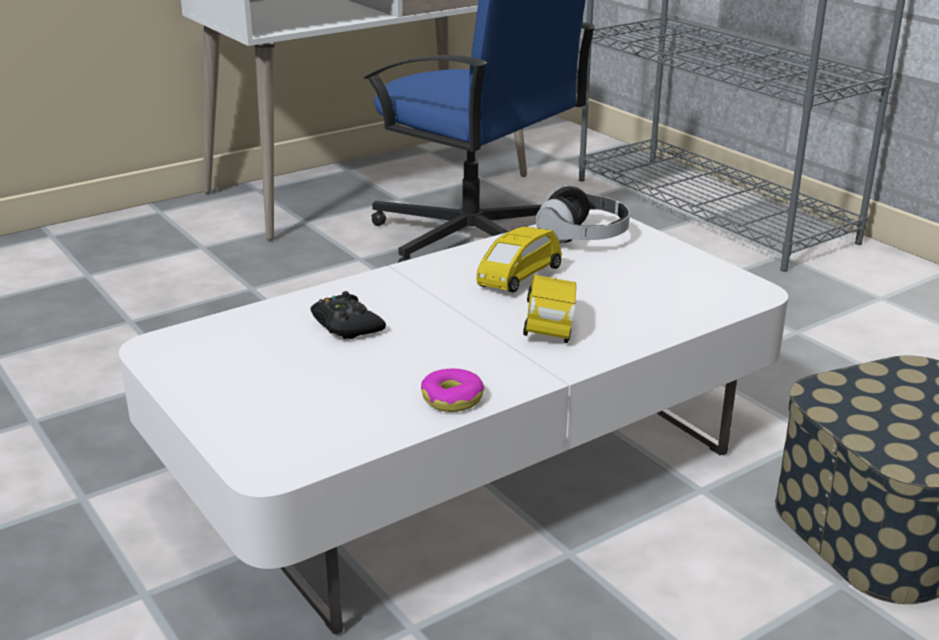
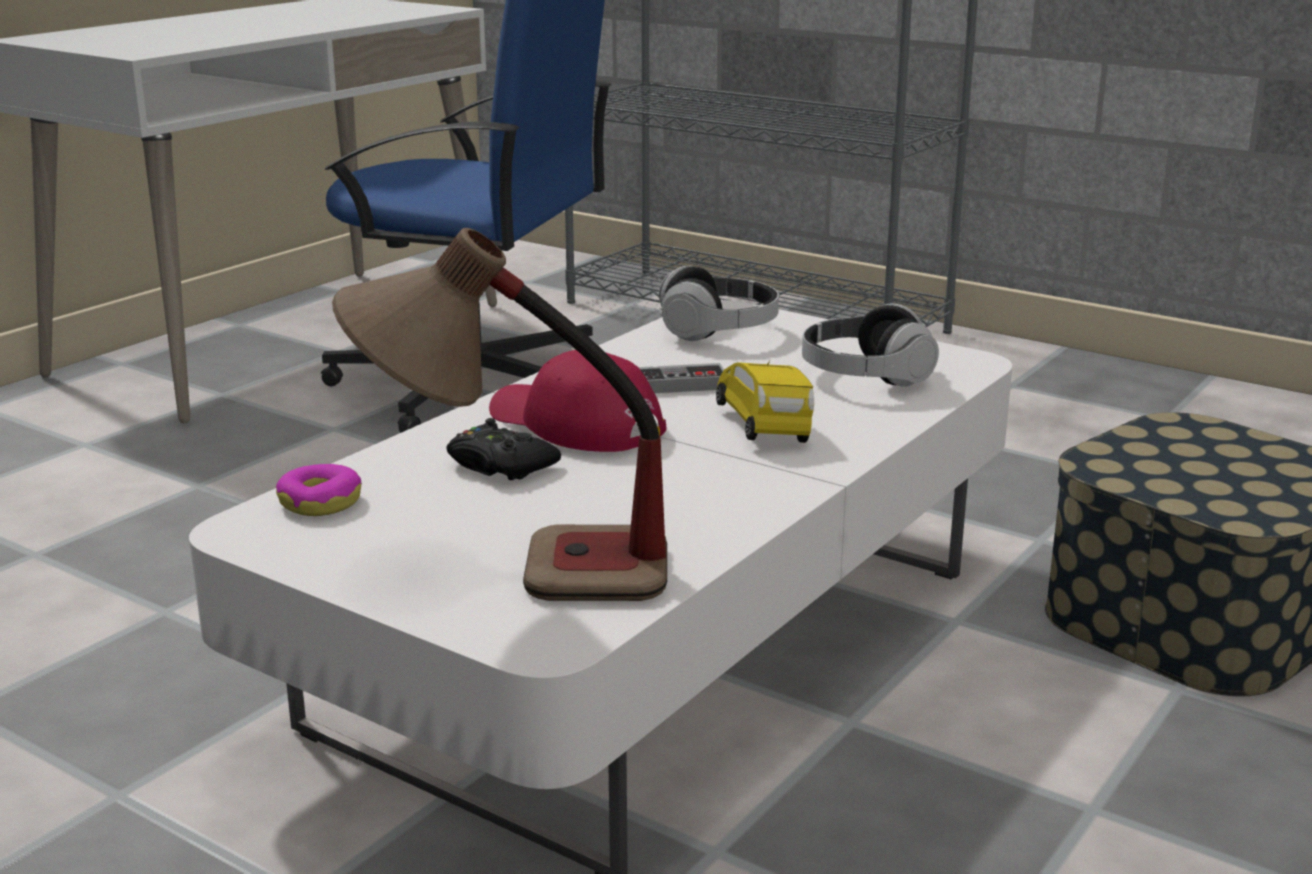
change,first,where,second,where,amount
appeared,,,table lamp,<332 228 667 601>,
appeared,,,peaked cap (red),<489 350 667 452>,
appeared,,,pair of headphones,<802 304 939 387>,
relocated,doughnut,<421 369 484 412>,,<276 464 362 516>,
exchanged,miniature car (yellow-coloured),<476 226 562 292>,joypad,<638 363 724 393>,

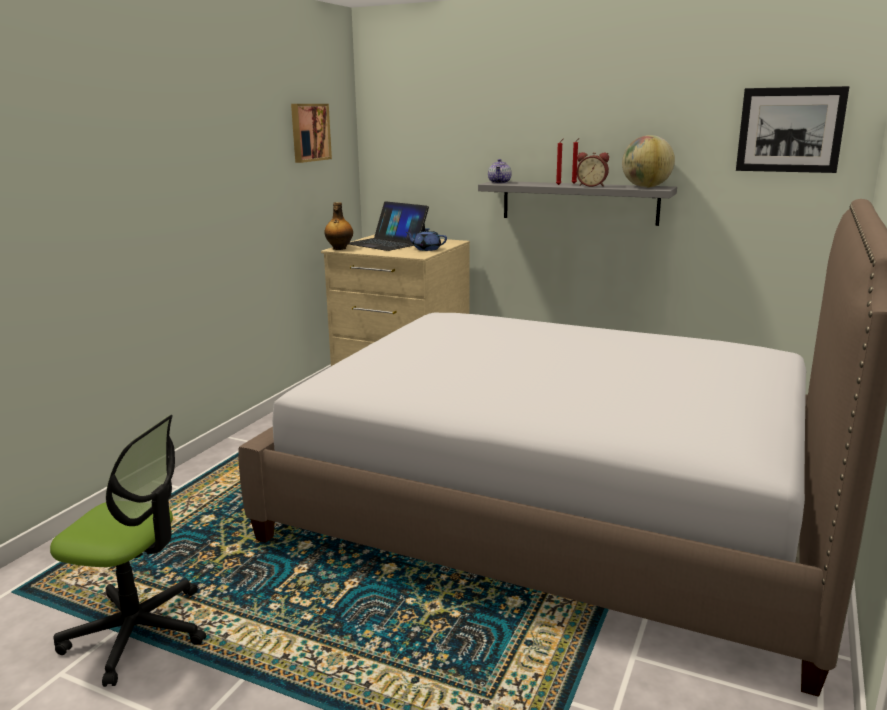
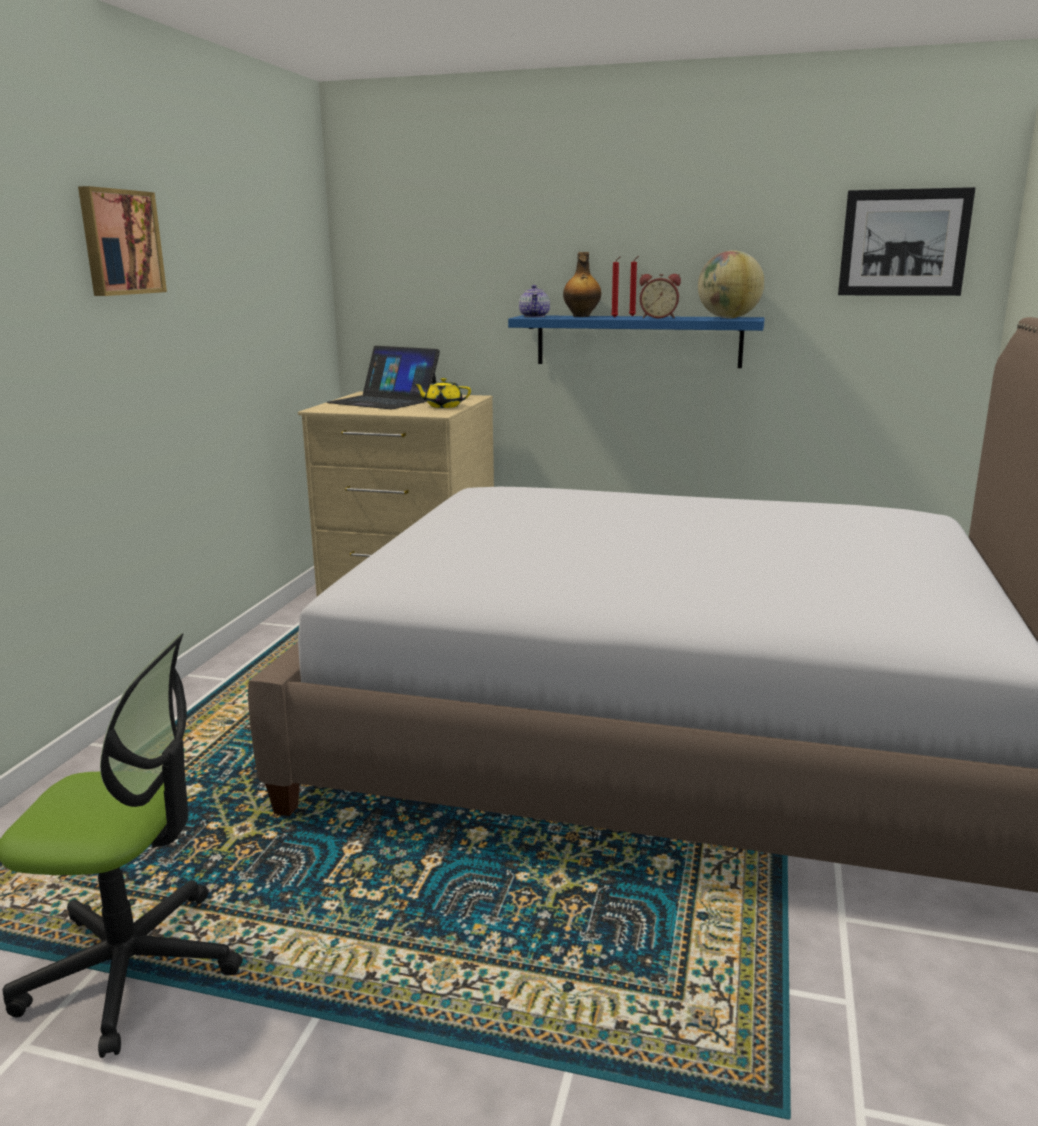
change,first,where,second,where,amount
relocated,picture,<291 104 332 163>,,<78 186 167 296>,
relocated,drink bottle,<324 202 353 250>,,<563 252 601 317>,
colour,teapot (blue-coloured),<406 228 447 251>,teapot (yellow-coloured),<414 378 471 408>,
colour,bracket shelf (greyish),<478 181 677 226>,bracket shelf (blue-coloured),<508 315 765 368>,

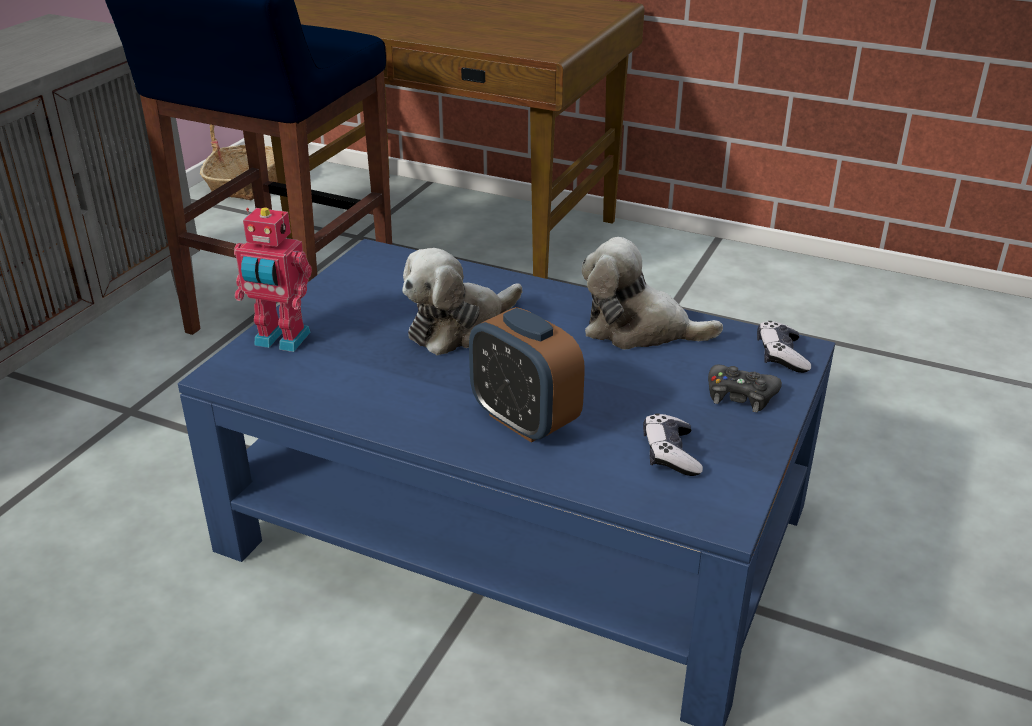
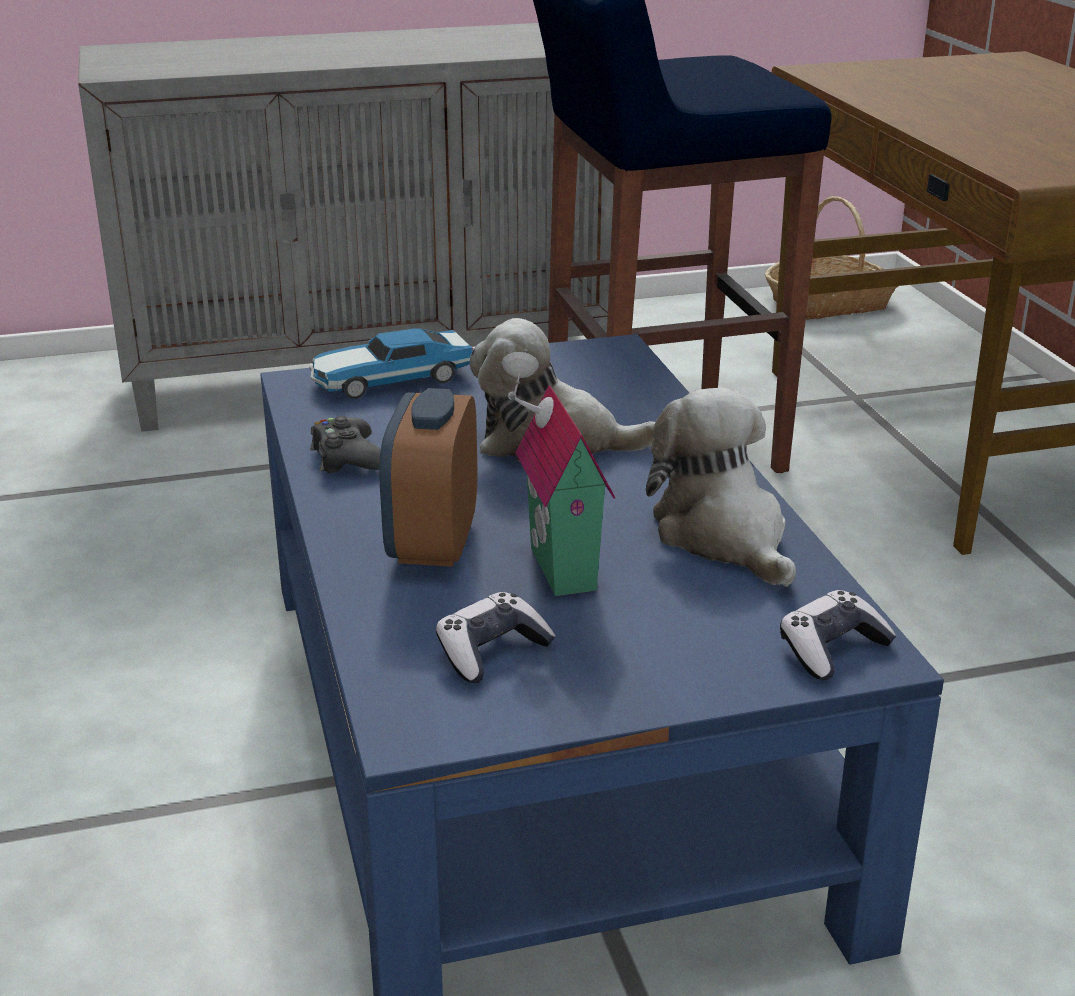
change,first,where,second,where,amount
appeared,,,model house,<502 349 615 596>,
relocated,joypad (blackish),<708 365 782 412>,,<310 416 381 473>,
exchanged,robot figure,<234 207 312 352>,miniature car,<309 328 474 399>,

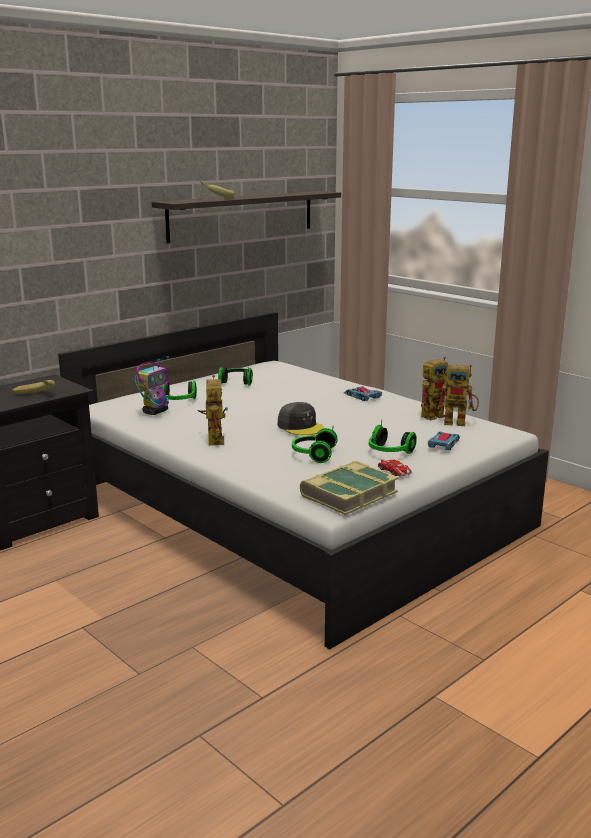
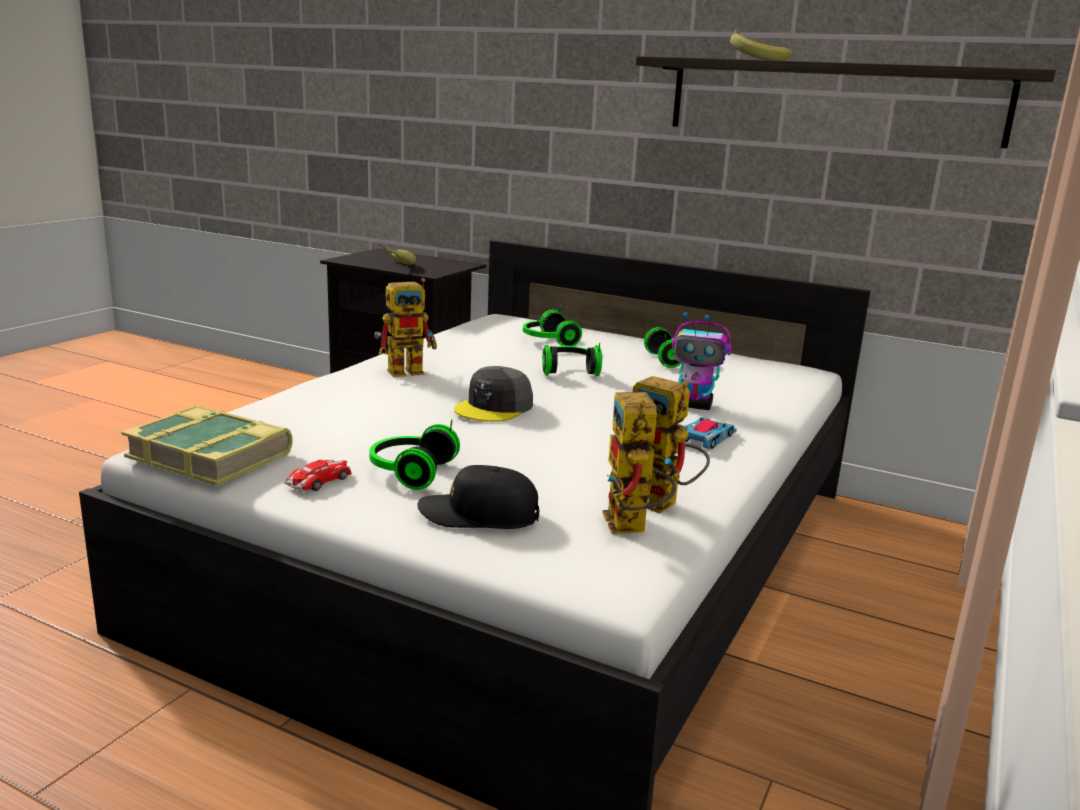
change,first,where,second,where,amount
relocated,robot figure,<135 356 169 415>,,<672 312 732 410>,
relocated,pair of headphones,<292 425 338 463>,,<542 342 602 376>,
exchanged,miniature car,<428 431 460 450>,peaked cap (blackish),<417 465 539 529>,

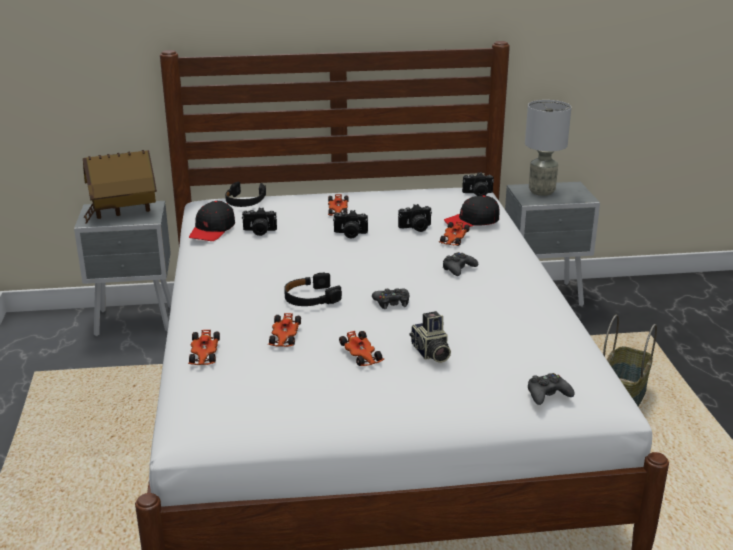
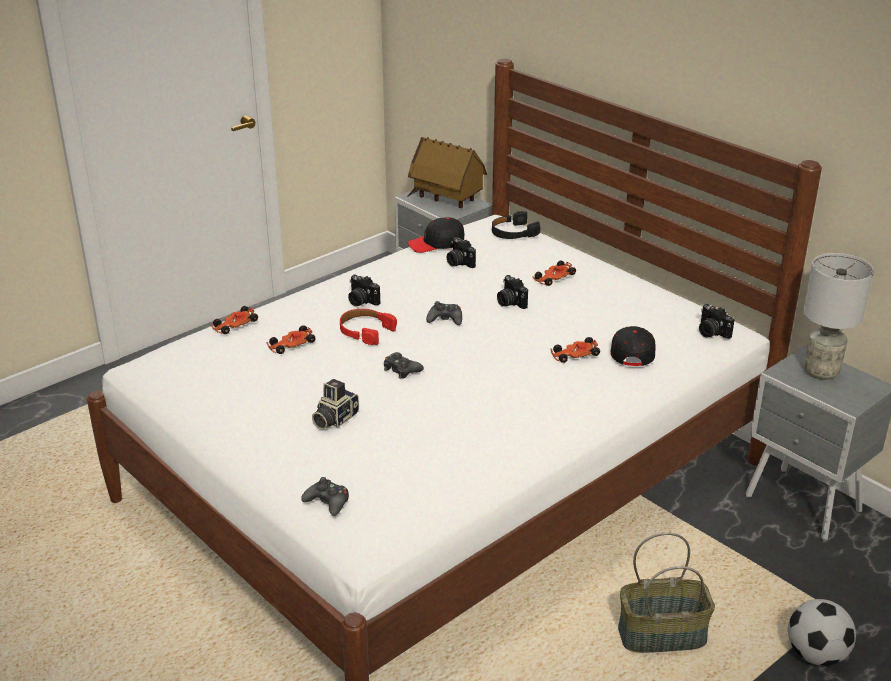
change,first,where,second,where,amount
missing,miniature car,<339 331 384 366>,,,
appeared,,,ball for football,<788 599 856 666>,
relocated,photo camera,<398 204 432 232>,,<348 274 380 306>,
relocated,joypad (blackish),<443 252 478 276>,,<426 301 462 325>,
colour,pair of headphones (blackish),<284 273 342 306>,pair of headphones (red),<340 309 397 345>,
spun,peaked cap (blackish),<444 195 500 228>,,<611 326 656 366>,60 degrees clockwise

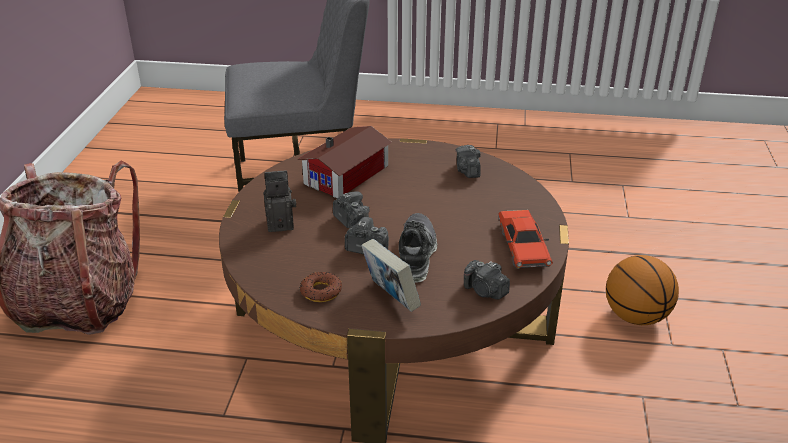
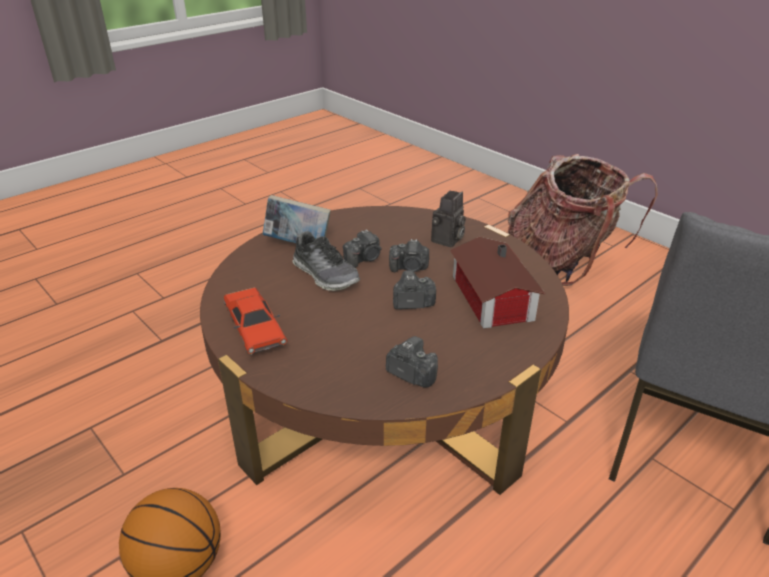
change,first,where,second,where,amount
missing,doughnut,<300 272 342 302>,,,
relocated,photo camera,<464 260 510 299>,,<393 270 436 309>,
spun,miniature car (red),<498 210 553 269>,,<223 287 287 355>,150 degrees counterclockwise

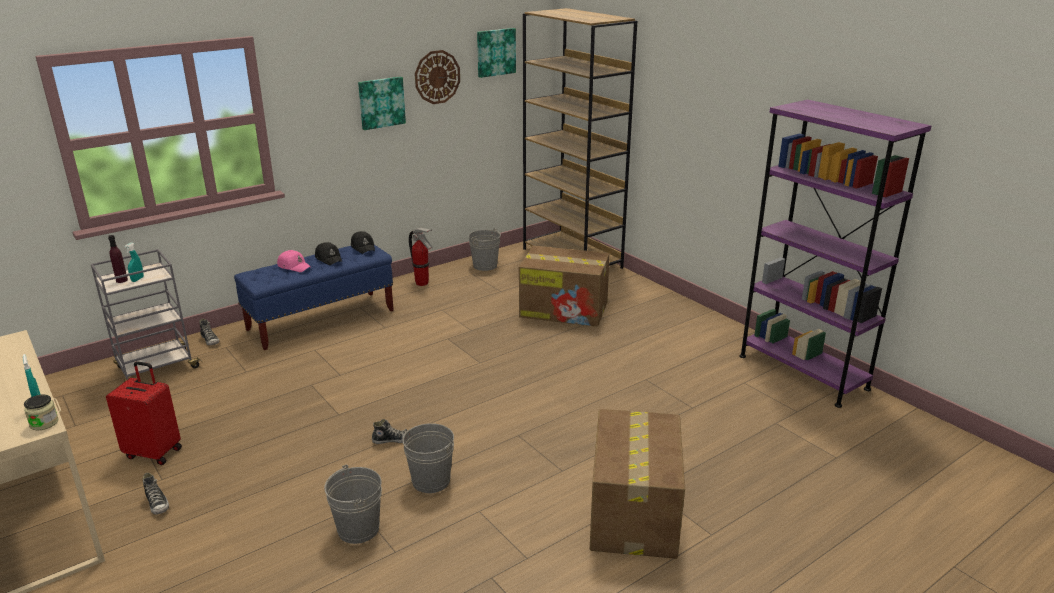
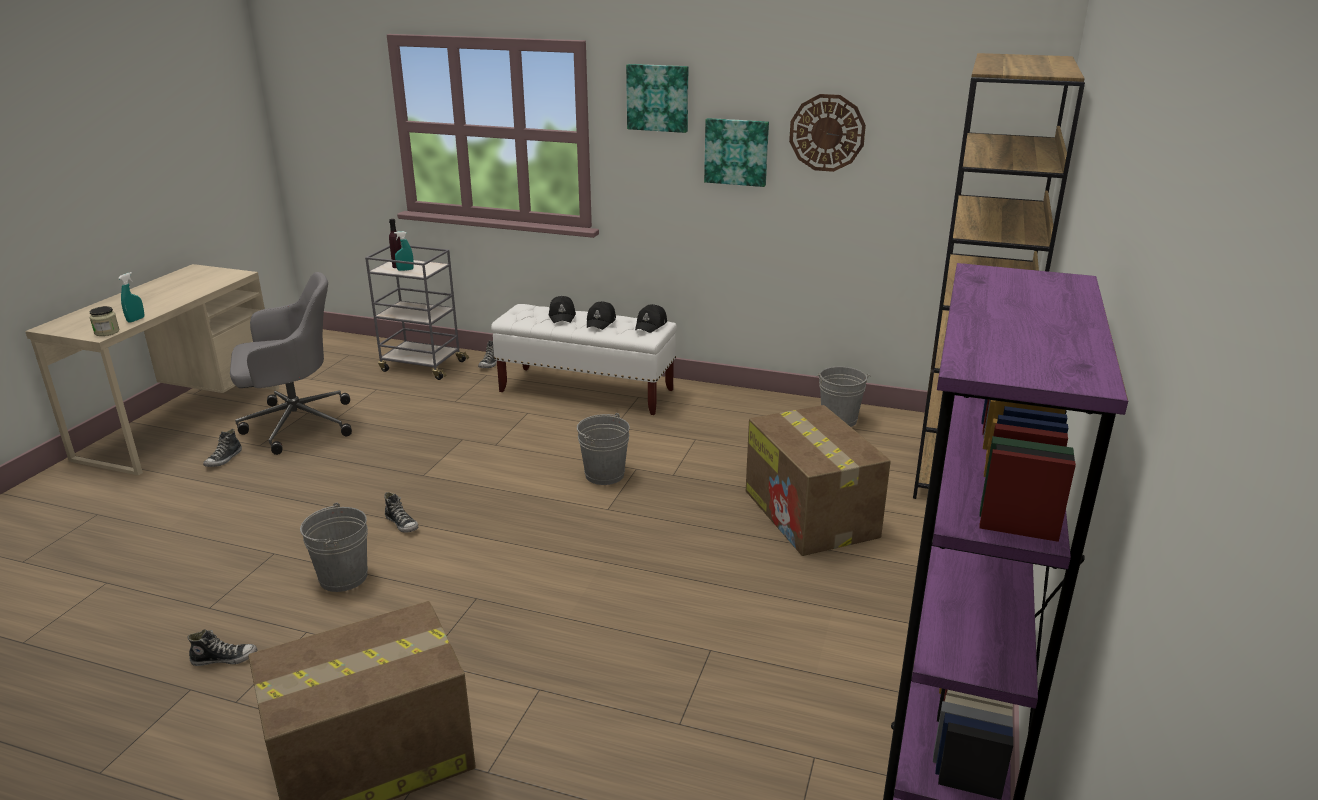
change,first,where,second,where,amount
missing,fire extinguisher,<409 228 432 286>,,,
appeared,,,low shoe,<187 629 258 666>,
relocated,bucket (greyish),<324 465 382 544>,,<577 413 630 485>,
relocated,picture,<477 28 516 78>,,<626 64 688 133>,
exchanged,suitcase (red),<106 361 182 465>,office chair (greyish),<230 272 352 455>,
colour,bench (blue-coloured),<234 245 394 350>,bench (white-coloured),<491 304 677 415>,
colour,peaked cap (pinkish),<277 250 311 272>,peaked cap (blackish),<549 296 576 323>,

